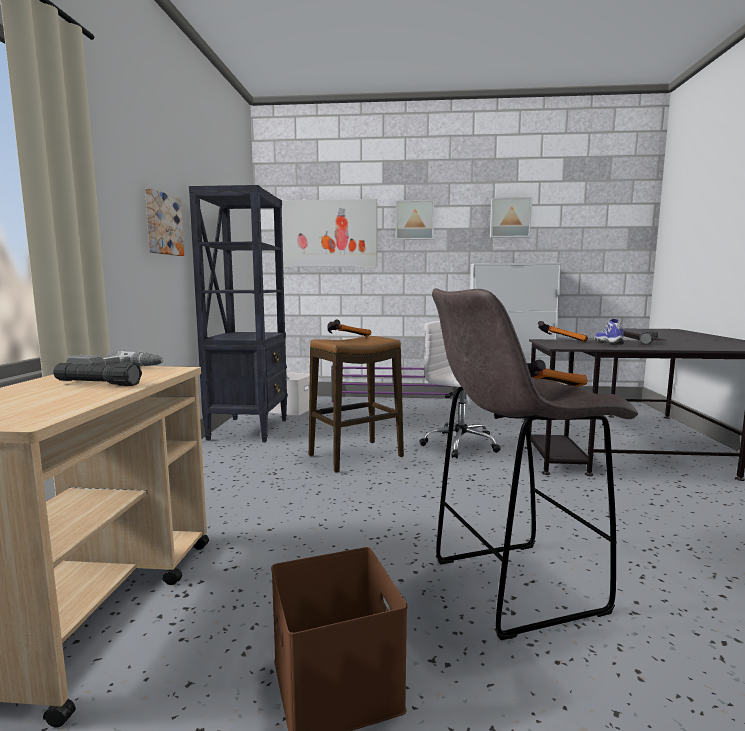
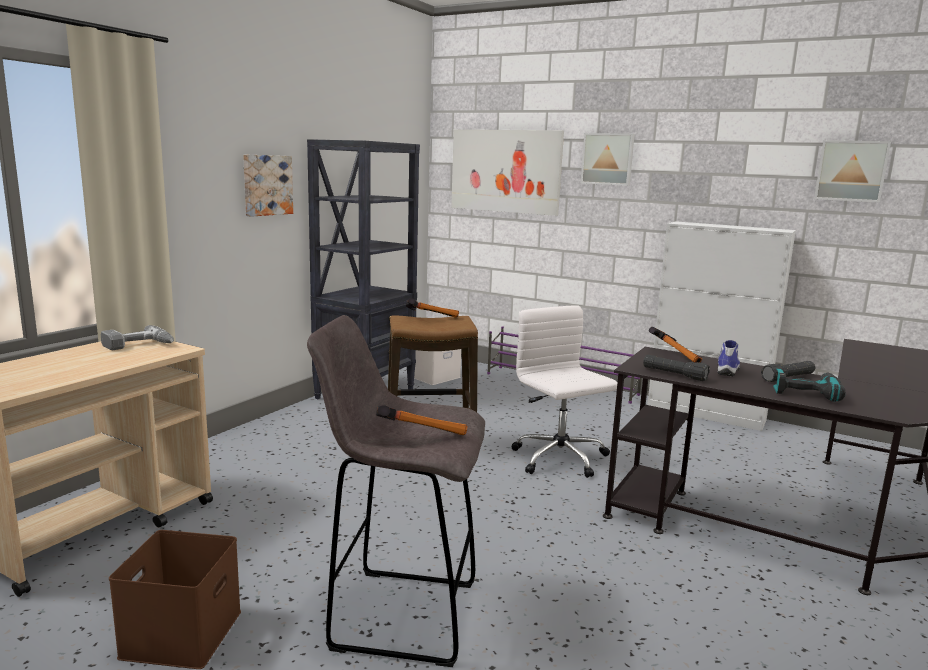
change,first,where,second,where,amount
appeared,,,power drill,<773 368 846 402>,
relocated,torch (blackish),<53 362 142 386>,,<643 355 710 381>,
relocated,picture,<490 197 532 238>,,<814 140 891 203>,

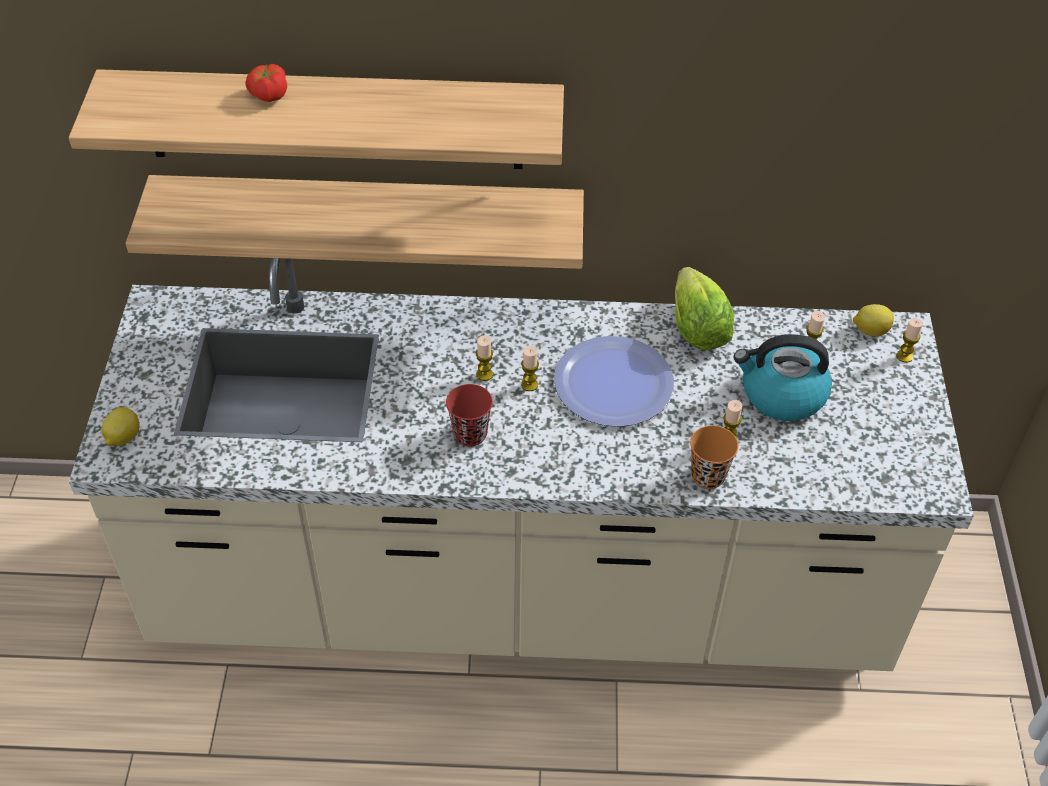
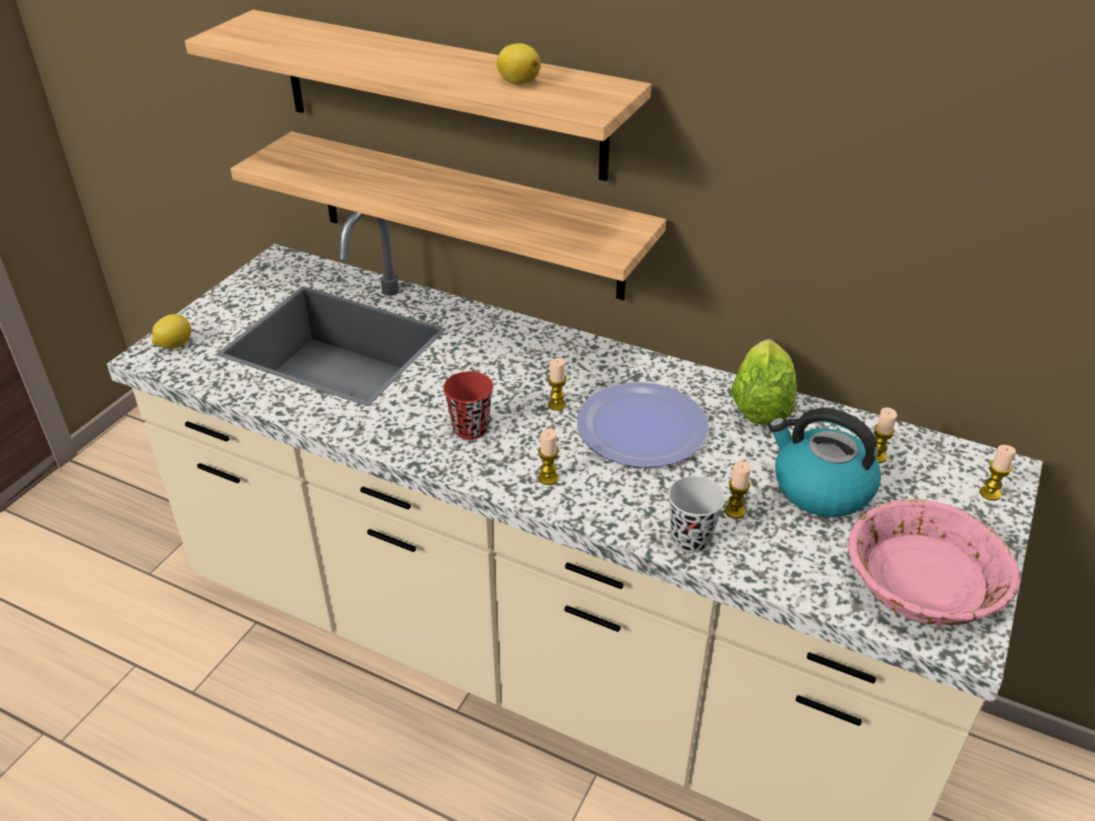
change,first,where,second,where,amount
missing,whole tomato,<245 64 287 102>,,,
appeared,,,bowl (pinkish),<848 499 1020 626>,
relocated,wax light,<476 335 493 381>,,<538 429 559 485>,
relocated,whole lemon,<853 304 894 337>,,<497 43 541 85>,
colour,small cup (orange),<690 426 738 489>,small cup (blackish),<668 476 725 553>,

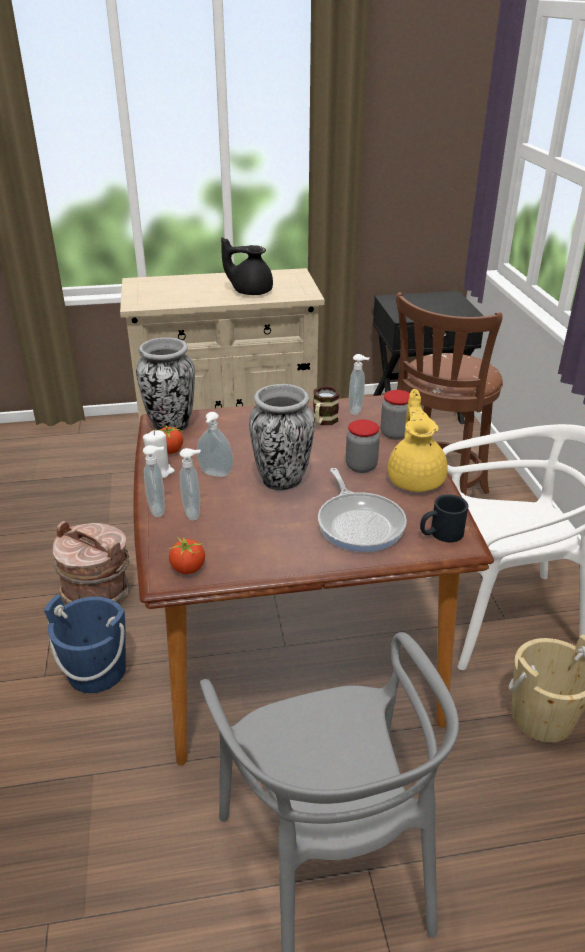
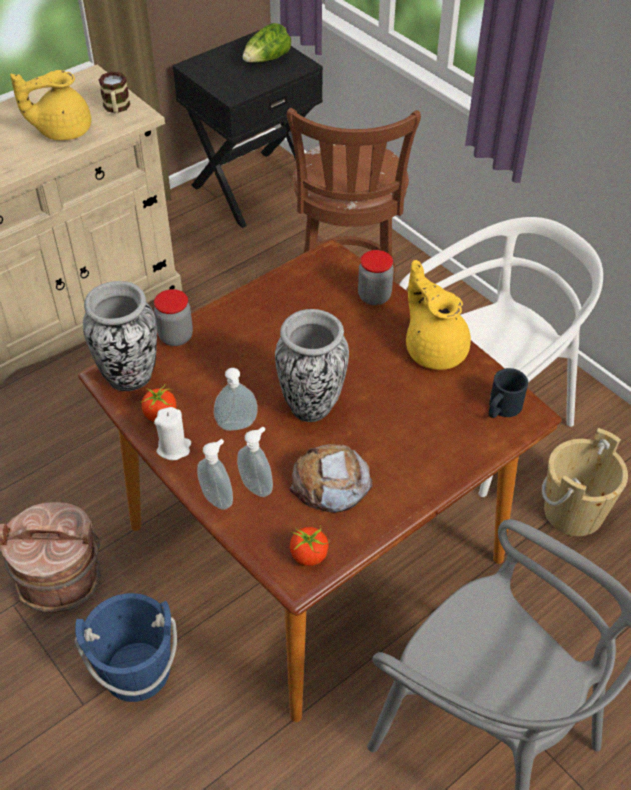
change,first,where,second,where,amount
missing,pan,<318 468 407 552>,,,
missing,liquid soap bottle,<349 354 370 415>,,,
appeared,,,lettuce head,<243 23 291 63>,
appeared,,,bakery bread,<289 444 373 513>,
relocated,tea mug,<313 386 339 425>,,<99 71 130 114>,
relocated,jar,<346 420 380 473>,,<154 289 193 346>,
colour,teapot (blackish),<221 237 273 295>,teapot (yellow-coloured),<10 70 91 140>,

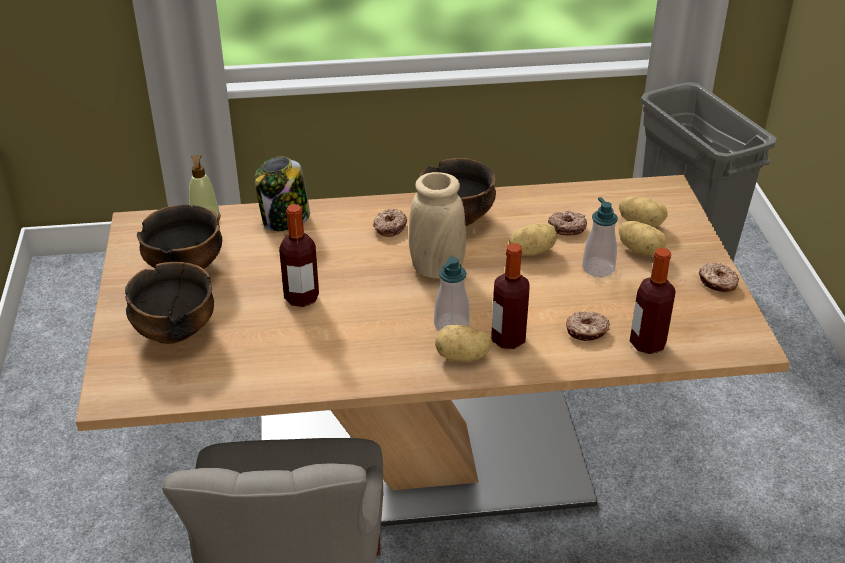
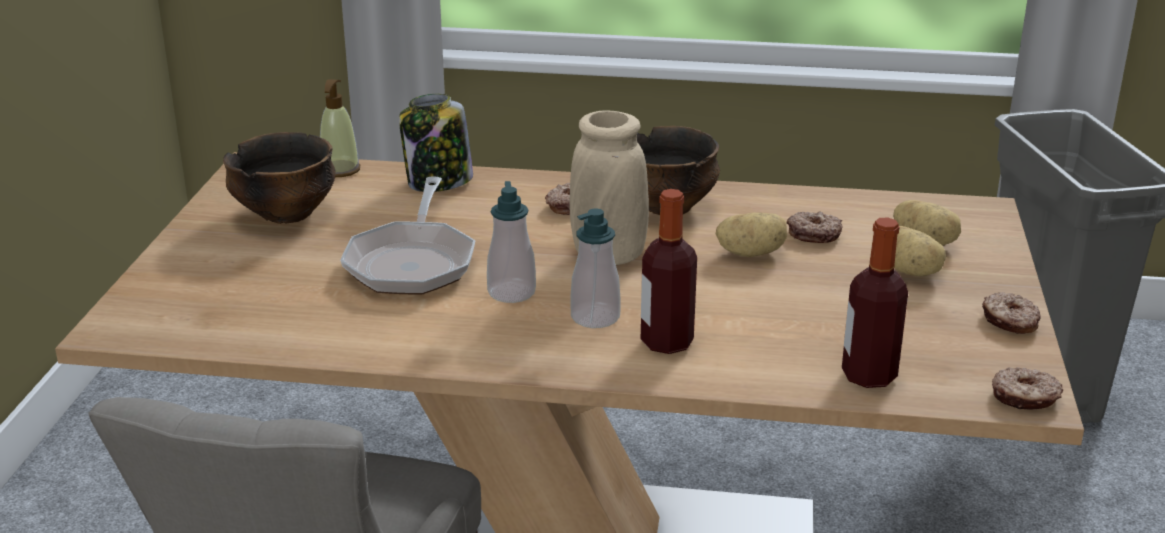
change,first,where,second,where,amount
missing,bowl,<125 262 214 344>,,,
missing,whole potato,<435 325 492 362>,,,
relocated,doughnut,<566 311 610 341>,,<992 367 1063 410>,
relocated,liquid soap bottle,<582 197 618 277>,,<487 181 536 303>,
exchanged,drink bottle,<279 204 319 307>,pan,<340 177 475 294>,

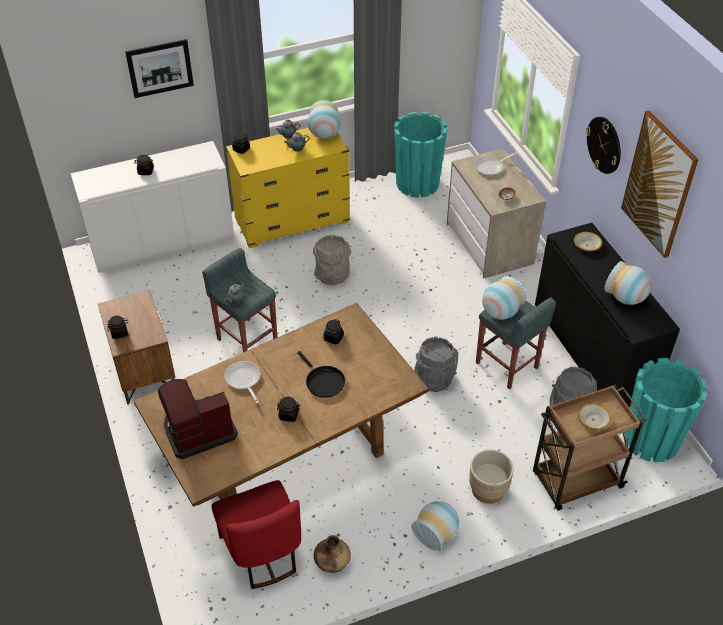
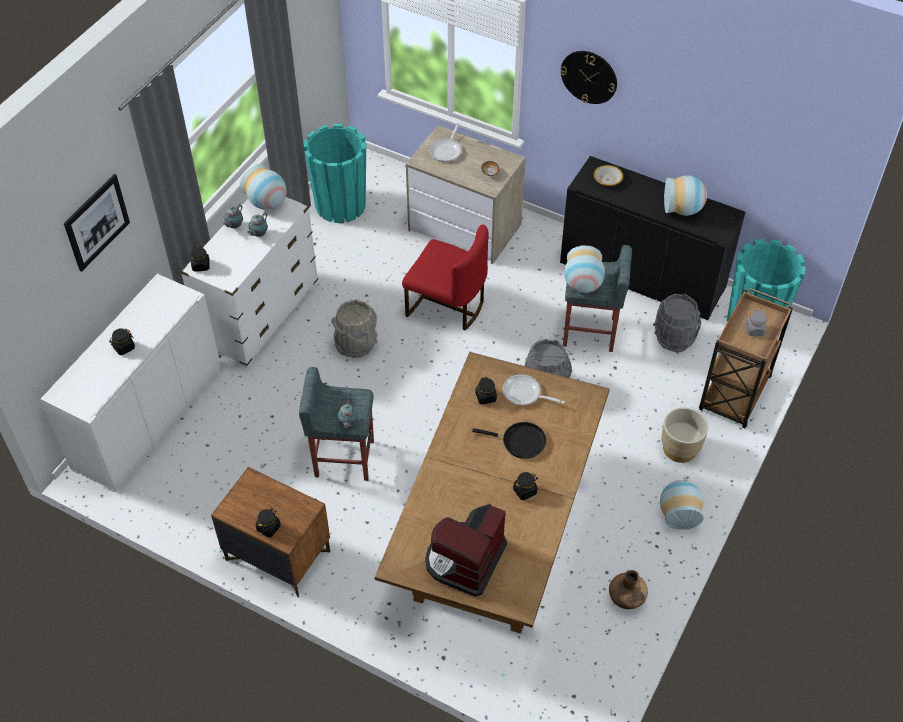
change,first,where,second,where,amount
missing,picture,<621 110 699 258>,,,
relocated,upright chair (red),<212 480 301 589>,,<402 224 489 330>,
relocated,pan,<224 361 260 404>,,<502 374 565 405>,
exchanged,bowl,<578 403 611 430>,jar (greyish),<746 310 767 336>,
colour,dresser (yellow-coloured),<226 128 350 248>,dresser (white-coloured),<180 197 318 368>,

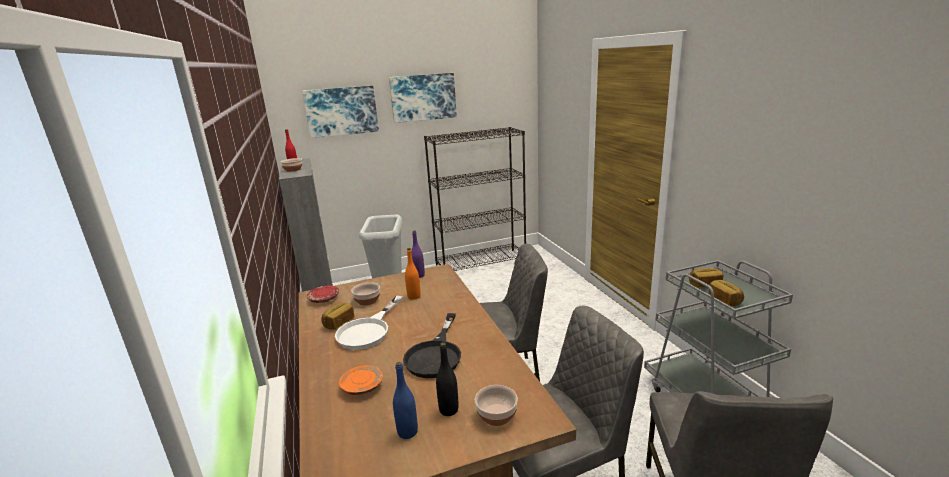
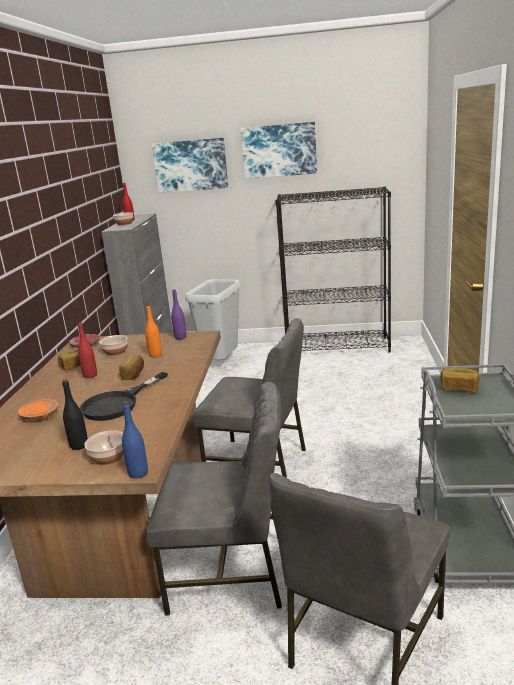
change,first,where,second,where,amount
relocated,drink bottle (blue-coloured),<393 362 418 439>,,<122 401 148 479>,
relocated,bakery bread,<709 280 744 306>,,<119 355 144 380>,
exchanged,pan (white-coloured),<335 296 403 350>,drink bottle (red),<78 322 97 378>,

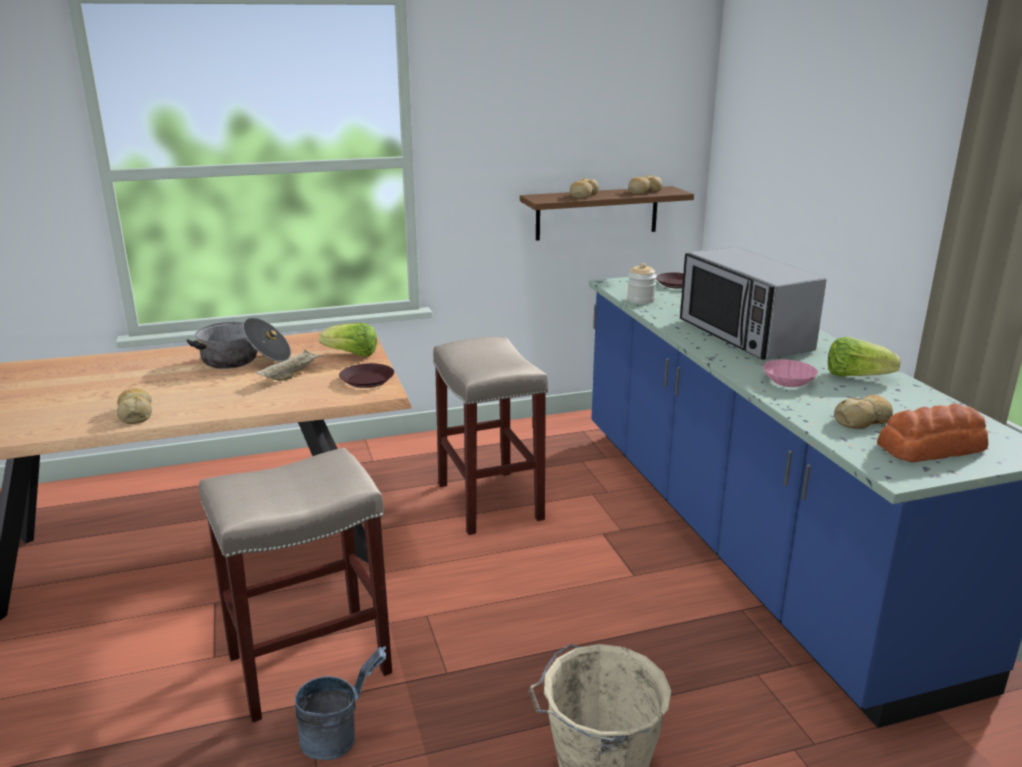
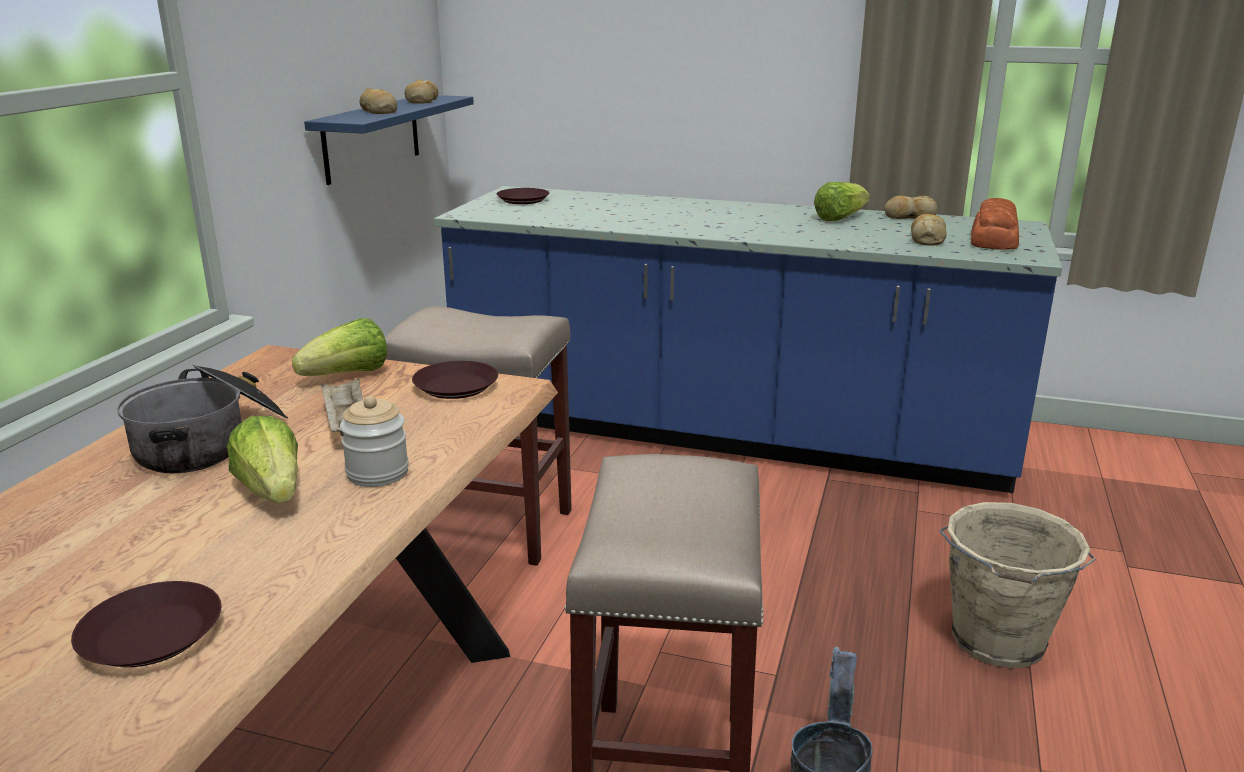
change,first,where,second,where,amount
missing,microwave oven,<680 247 826 360>,,,
missing,bowl (pinkish),<763 360 818 387>,,,
appeared,,,dinner plate (brown-coloured),<71 581 221 667>,
appeared,,,lettuce head,<227 416 298 503>,
relocated,bakery bread,<117 389 152 424>,,<884 196 937 219>,
relocated,jar,<627 263 657 304>,,<340 396 409 487>,
colour,bracket shelf (brown-coloured),<520 186 694 241>,bracket shelf (blue-coloured),<304 95 474 185>,

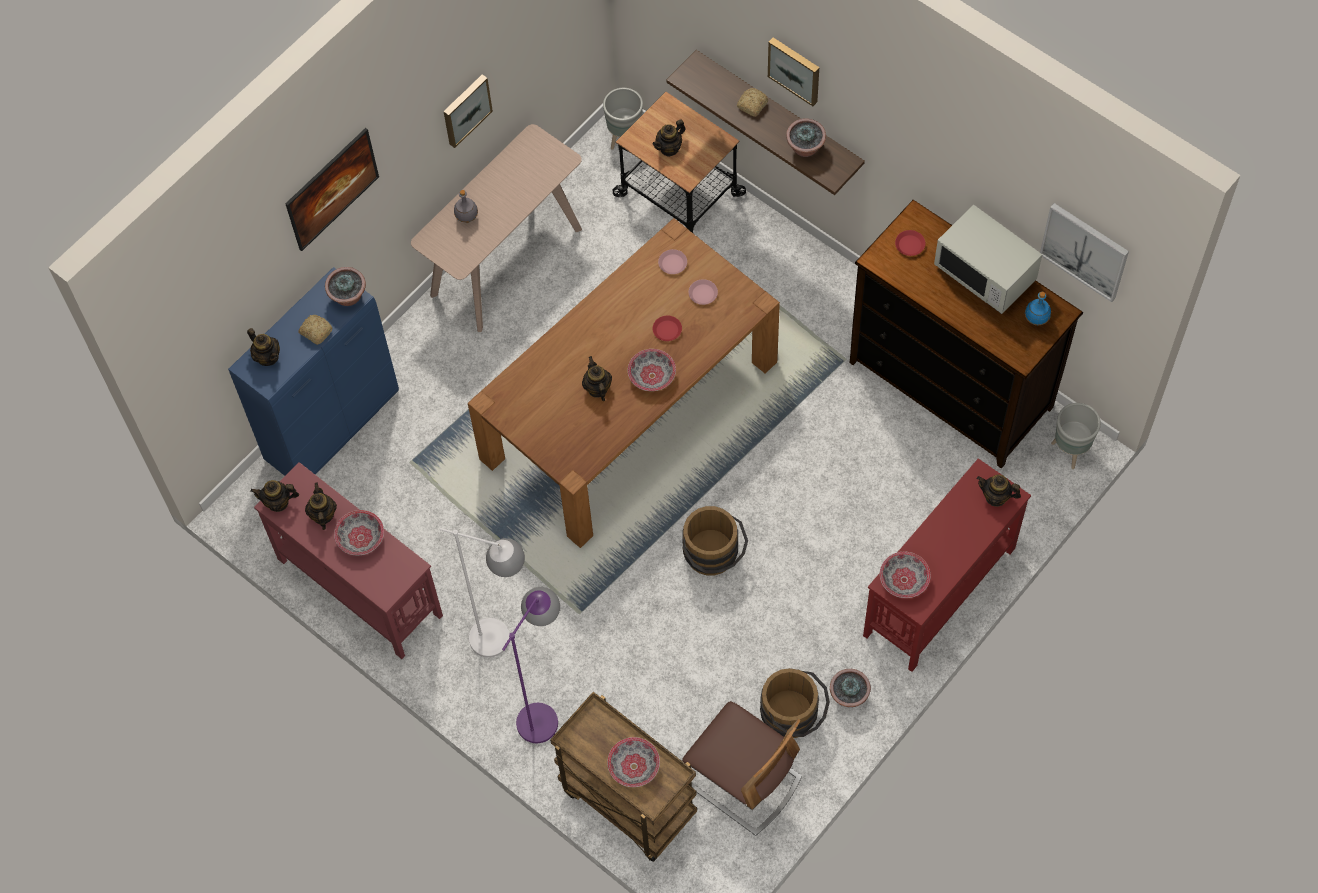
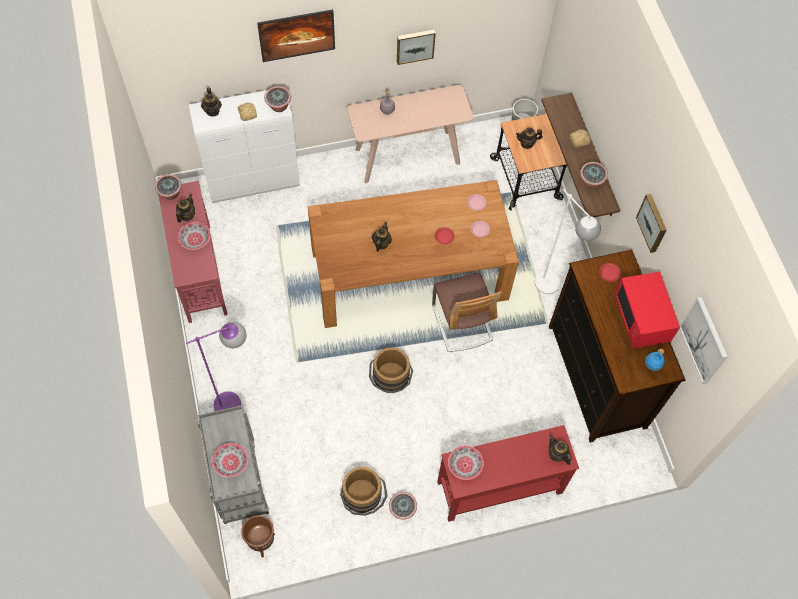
change,first,where,second,where,amount
missing,bowl,<628 349 676 391>,,,
missing,planter (greyish),<1051 403 1101 469>,,,
appeared,,,planter (brown-coloured),<241 515 275 558>,
relocated,floor lamp (white-coloured),<439 528 525 658>,,<535 189 601 294>,
relocated,upright chair,<682 701 802 836>,,<432 273 502 352>,
relocated,picture,<768 38 819 106>,,<636 194 666 253>,
exchanged,teapot,<250 480 299 512>,houseplant,<155 174 182 200>,
colour,cupboard (blue-coloured),<228 267 399 476>,cupboard (white-coloured),<189 90 300 203>,
colour,cart (brown-coloured),<550 692 697 862>,cart (greyish),<197 405 269 524>,
colour,microwave oven (white-coloured),<934 204 1042 314>,microwave oven (red),<615 272 680 348>,

